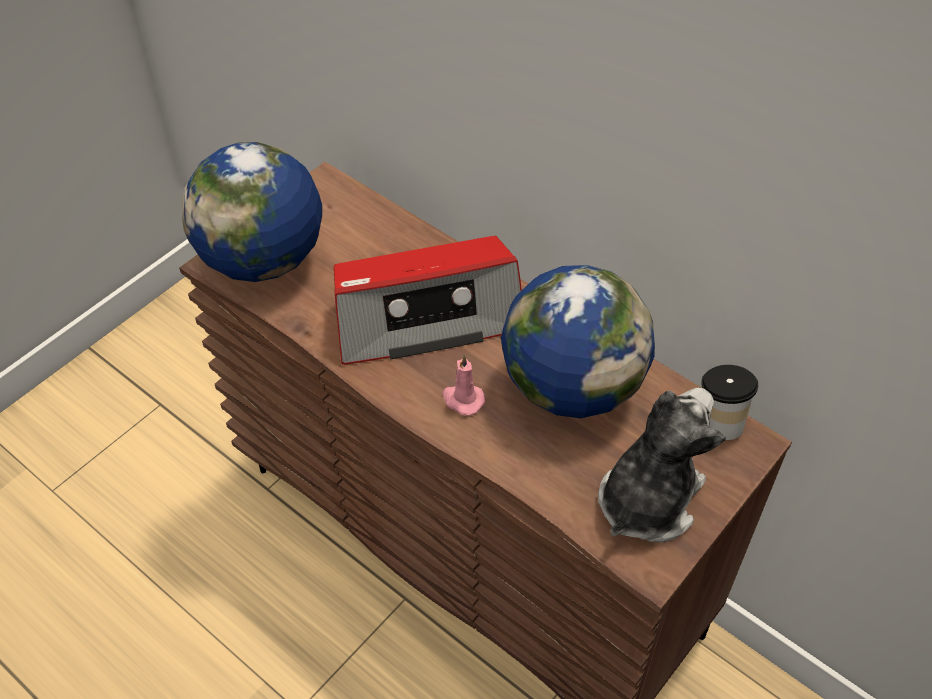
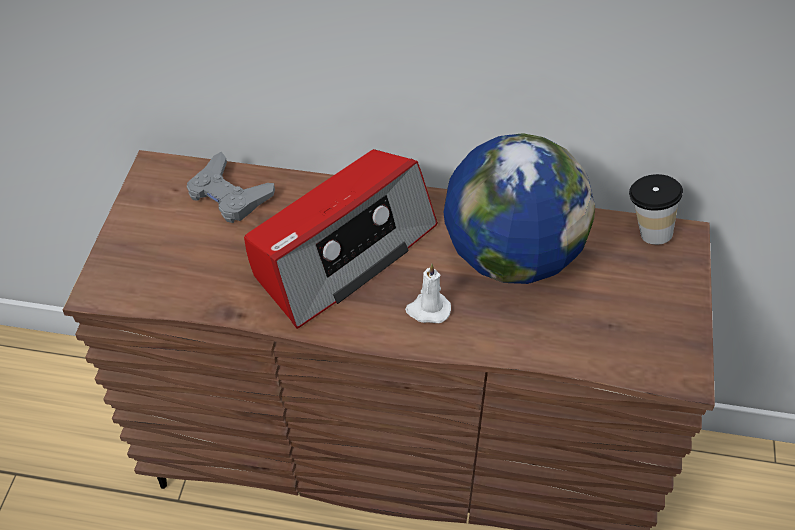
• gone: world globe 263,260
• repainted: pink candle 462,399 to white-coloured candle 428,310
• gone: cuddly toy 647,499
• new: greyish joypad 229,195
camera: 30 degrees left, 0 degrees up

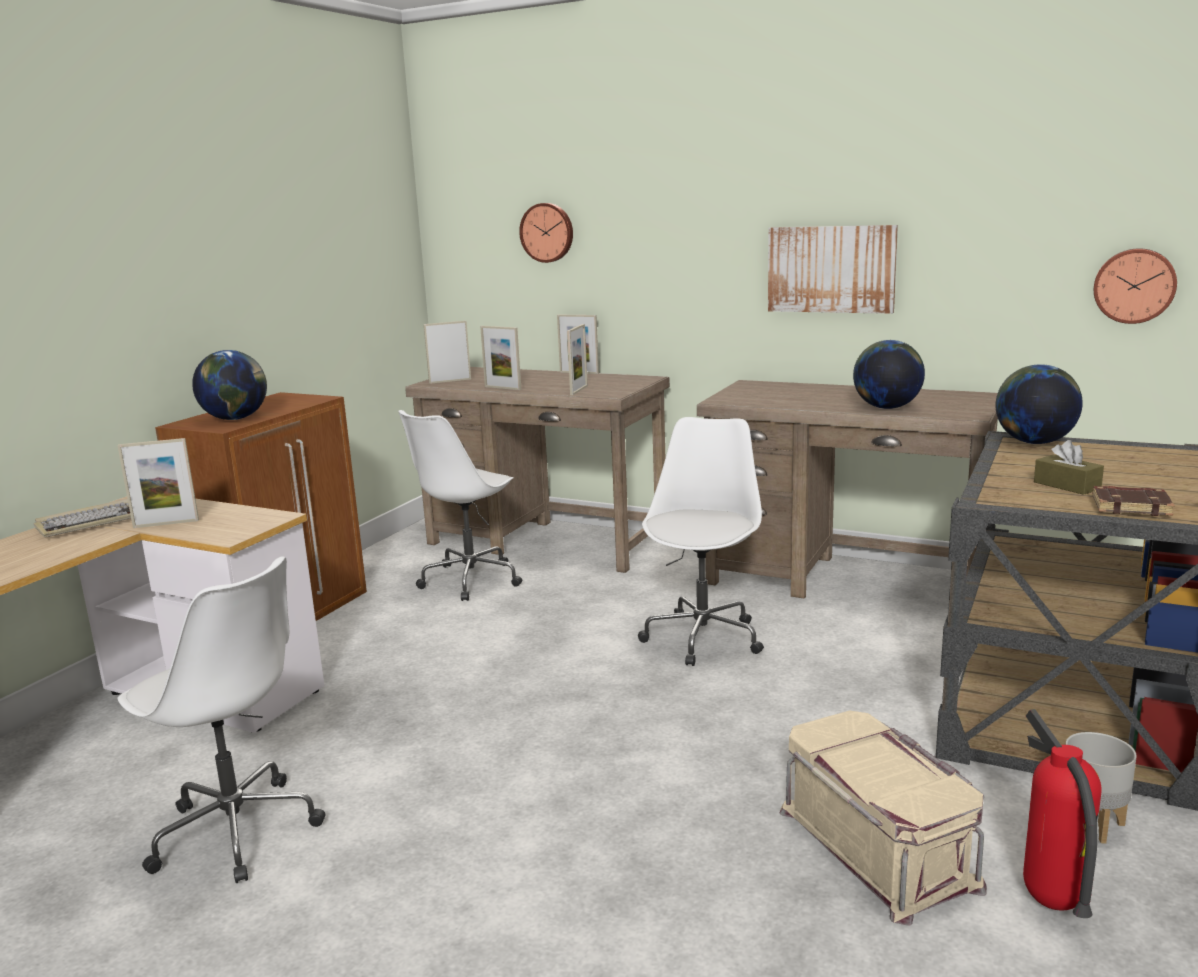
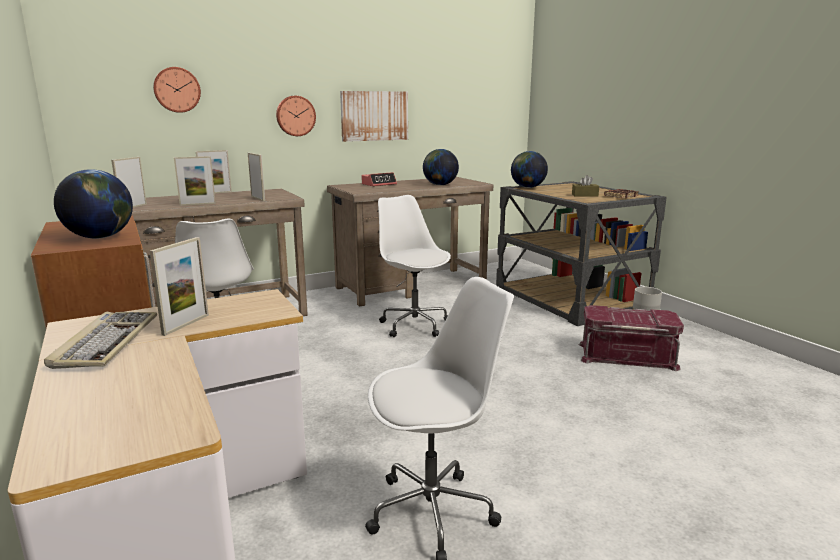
• repainted: beige storage container 879,846 to red-coloured storage container 627,355
• gone: extinguisher 1051,902
• shifted: hanging clock 1134,285 to 295,116
• new: bedside clock 379,184
camera: 55 degrees left, 0 degrees up

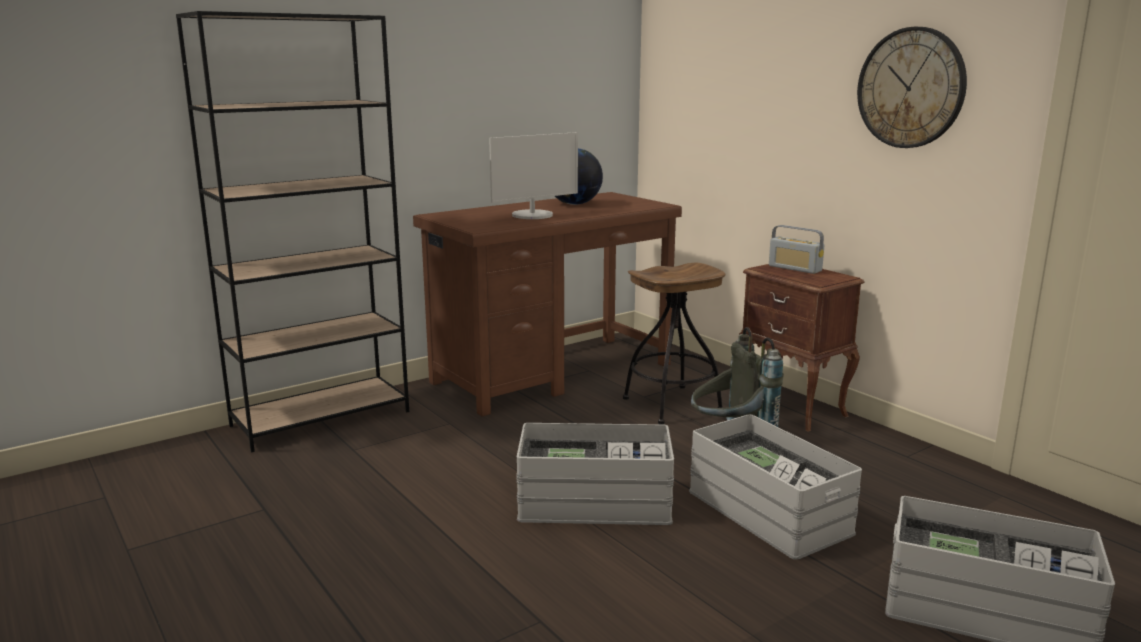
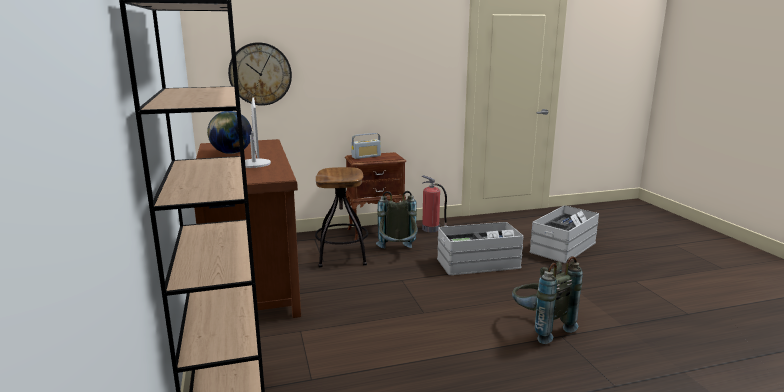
• gone: greyish storage container 595,501
• shifted: hanging clock 911,88 to 260,74
• new: extinguisher 431,229
• new: greyish rucksack 539,327
camera: 70 degrees left, 0 degrees up

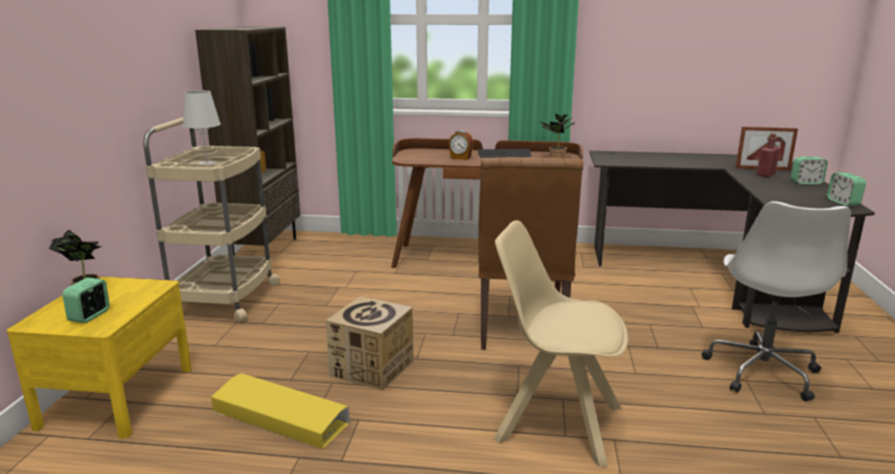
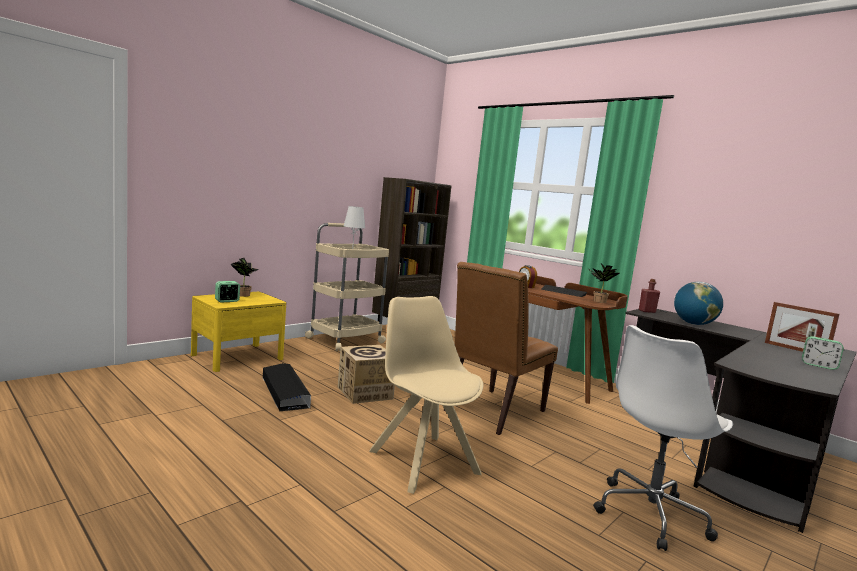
• repainted: yellow storage container 280,417 to blackish storage container 285,392
• shifted: red-coloured bottle 765,174 to 647,311
• gone: bedside clock 843,202
• new: world globe 693,324
camera: 35 degrees right, 10 degrees down

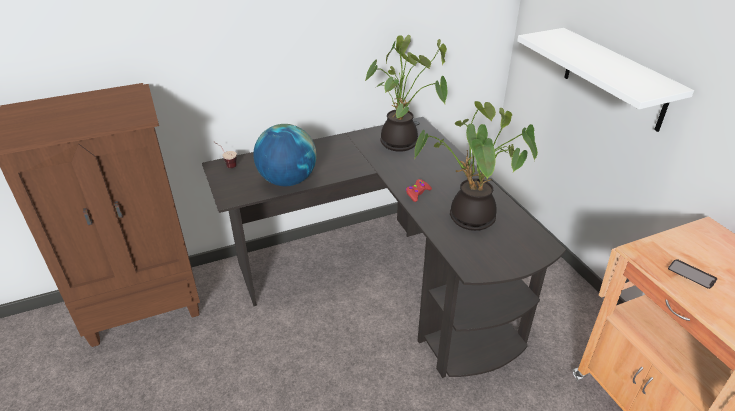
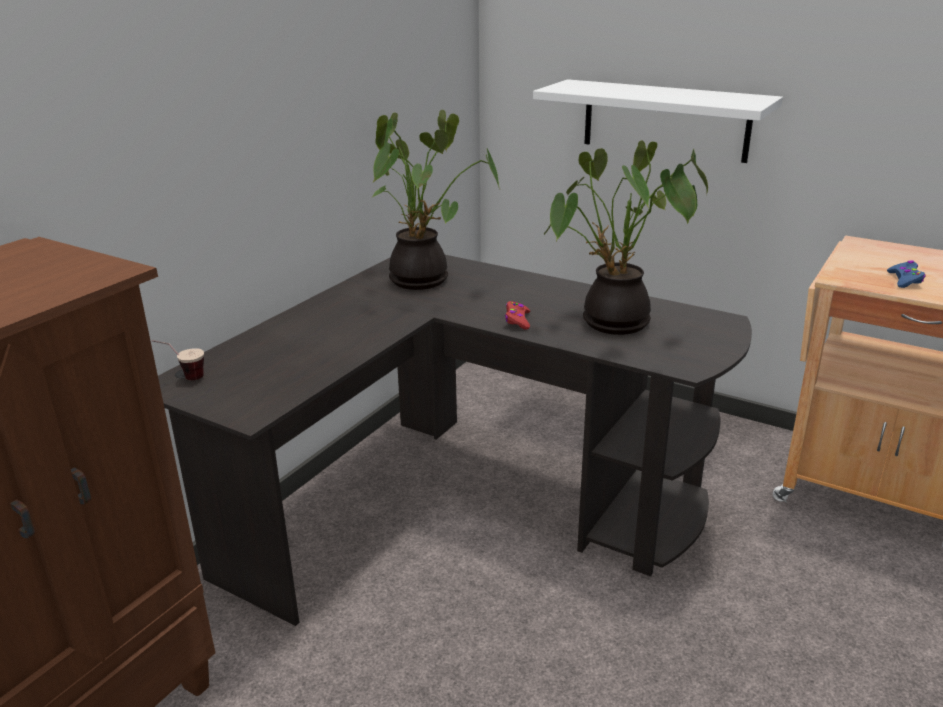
• gone: world globe 287,180
• swapped: telephone 691,275 to bluish joypad 905,280
camera: 35 degrees left, 10 degrees down

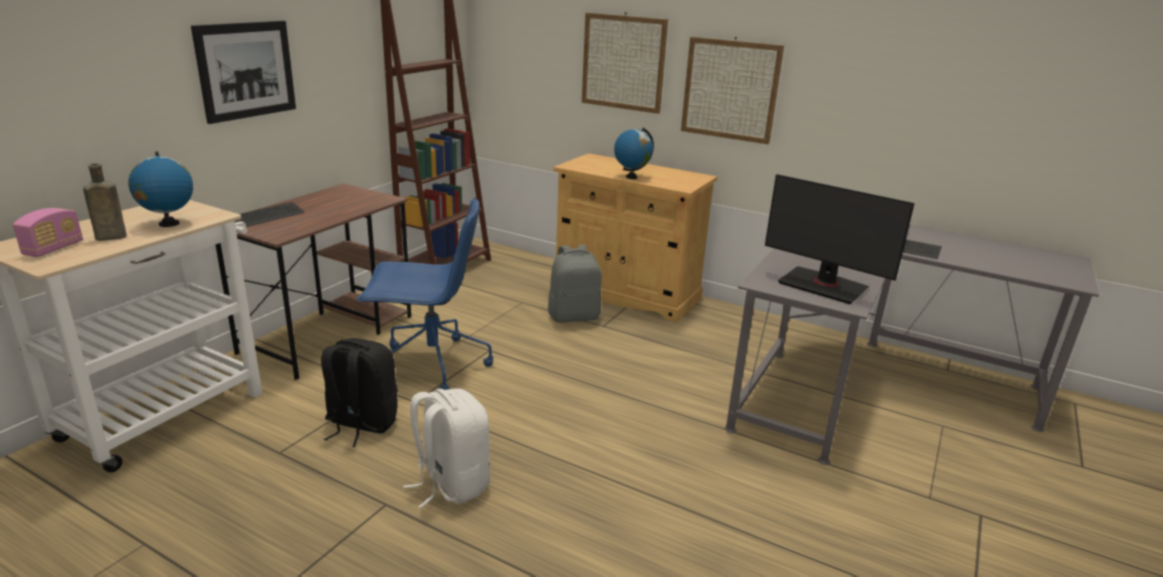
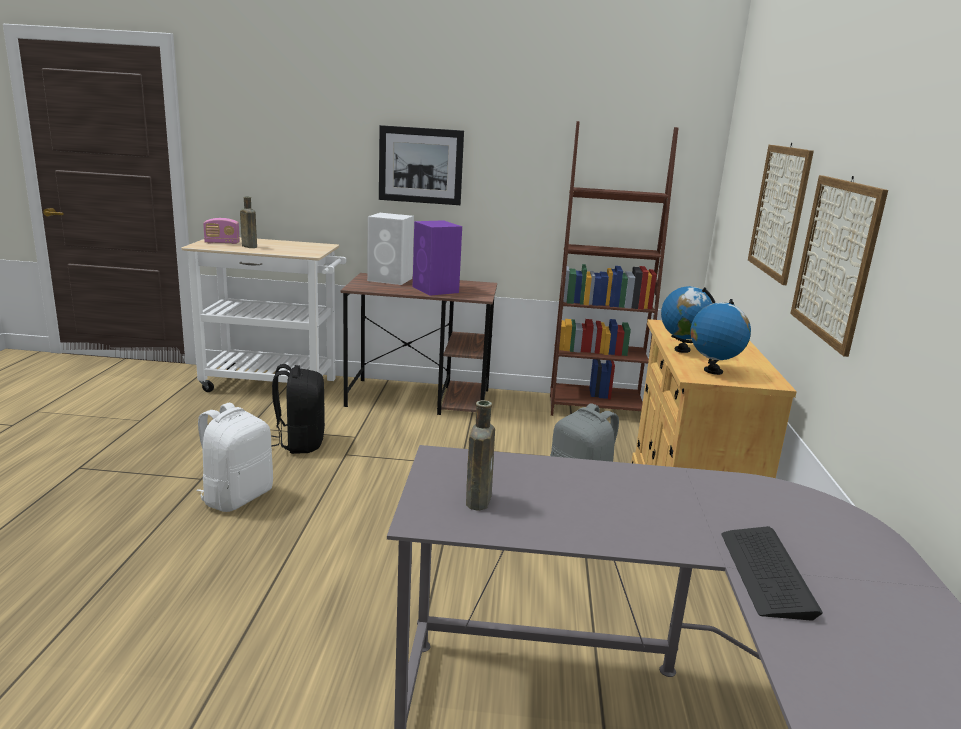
• shifted: world globe 169,224 to 713,371
• swapped: keyboard 267,216 to white-coloured speaker 391,279
• gone: bluish office chair 428,365
• swapped: computer display 823,285 to brown-coloured bottle 478,499
• new: purplish speaker 436,290
camera: 65 degrees right, 5 degrees down

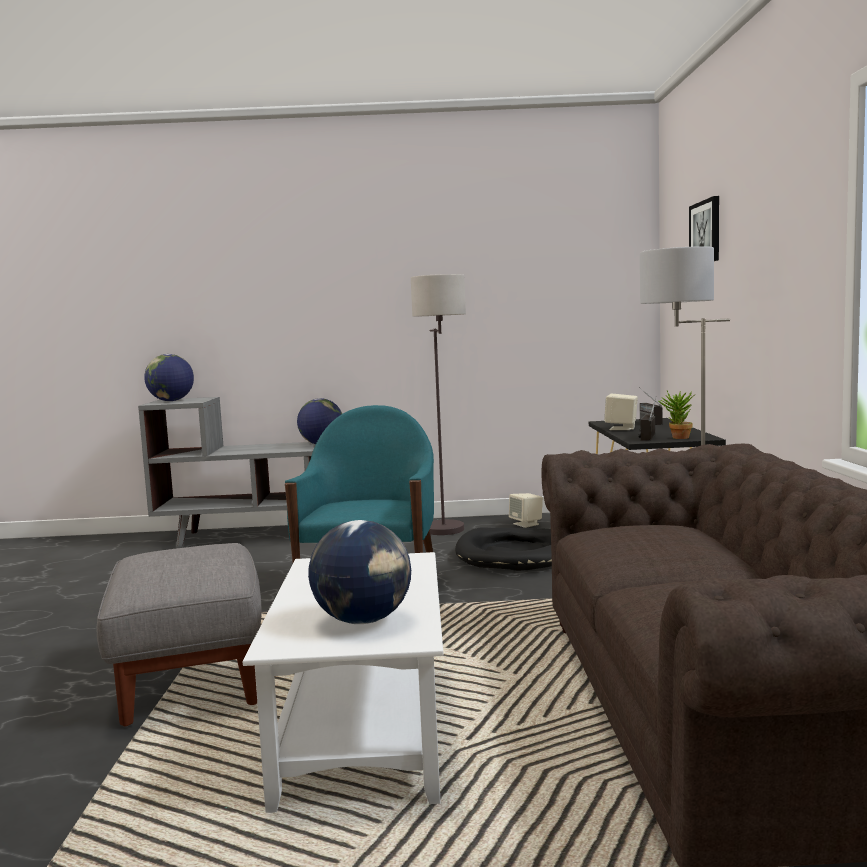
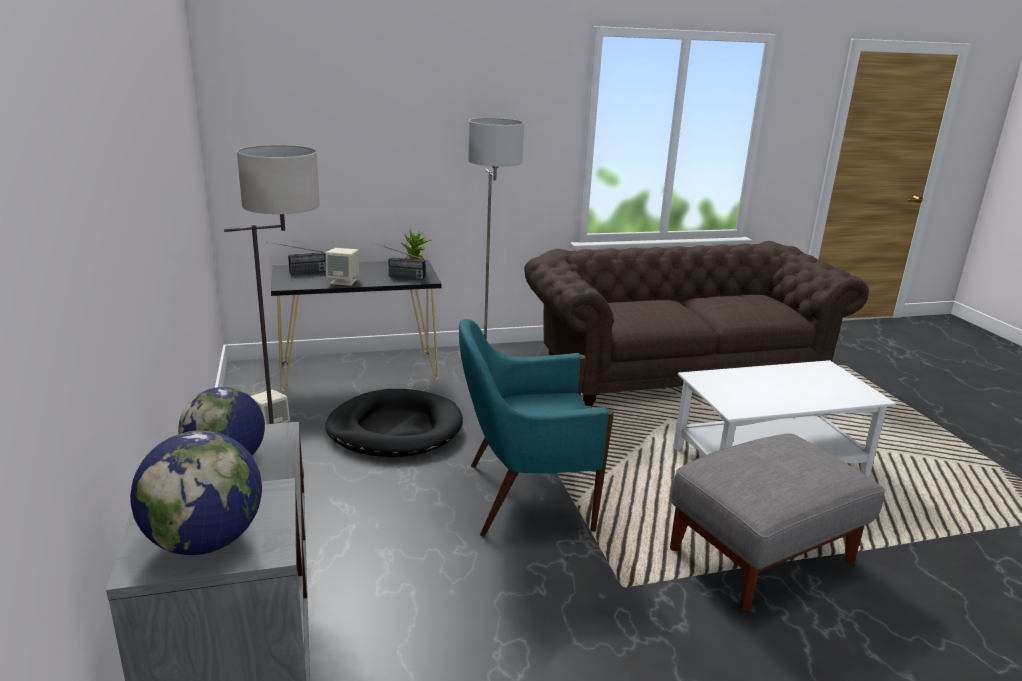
• gone: world globe 363,621
• gone: wall picture 706,232
camera: 105 degrees left, 15 degrees up

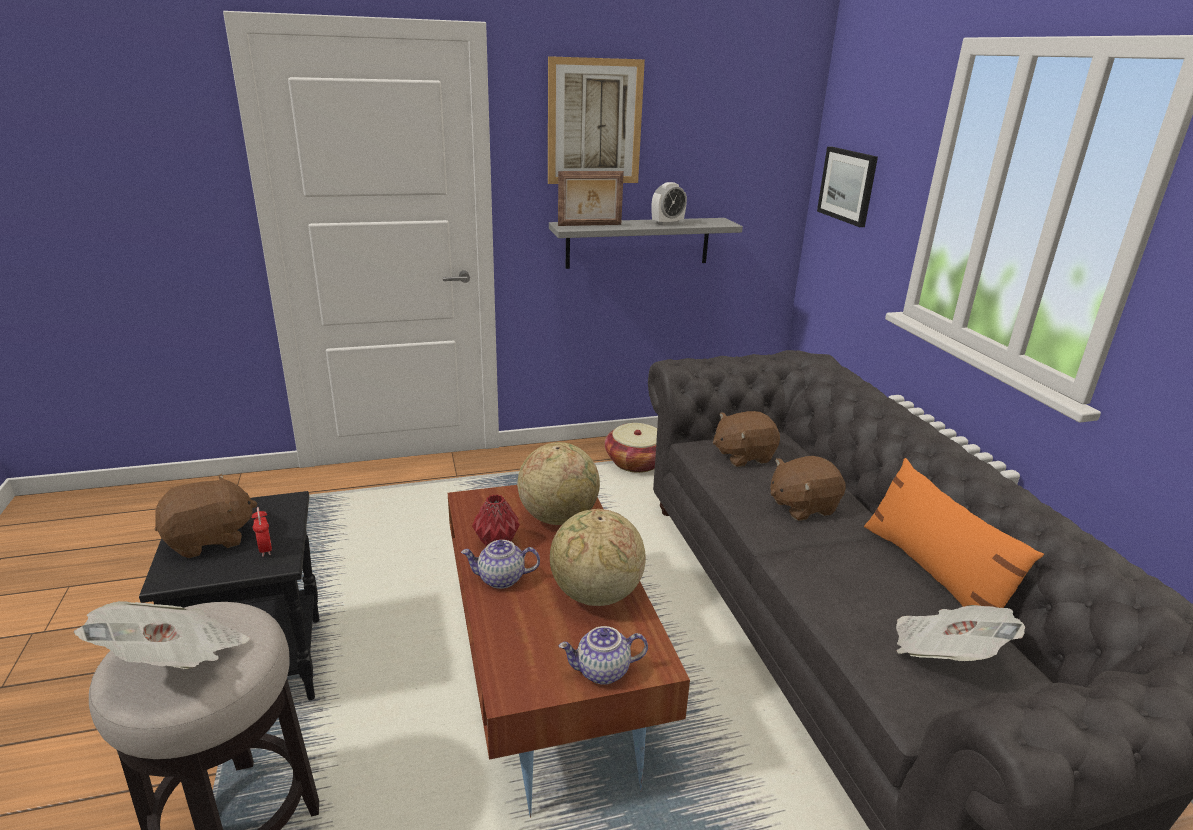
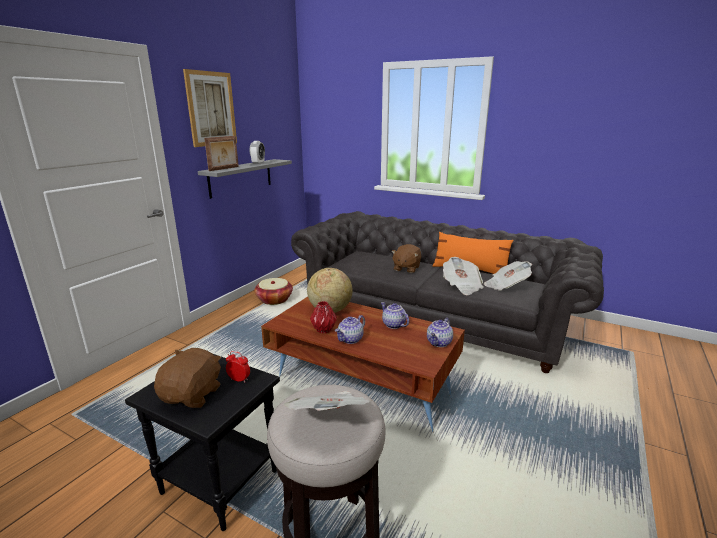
• swapped: world globe 595,594 to teapot 393,325
• gone: brown-coloured cuddly toy 743,455
• gone: wall picture 847,185
• new: daily paper 462,286
camera: 45 degrees left, 5 degrees down

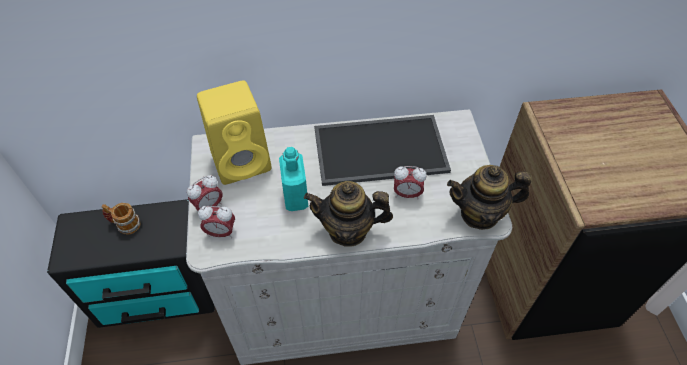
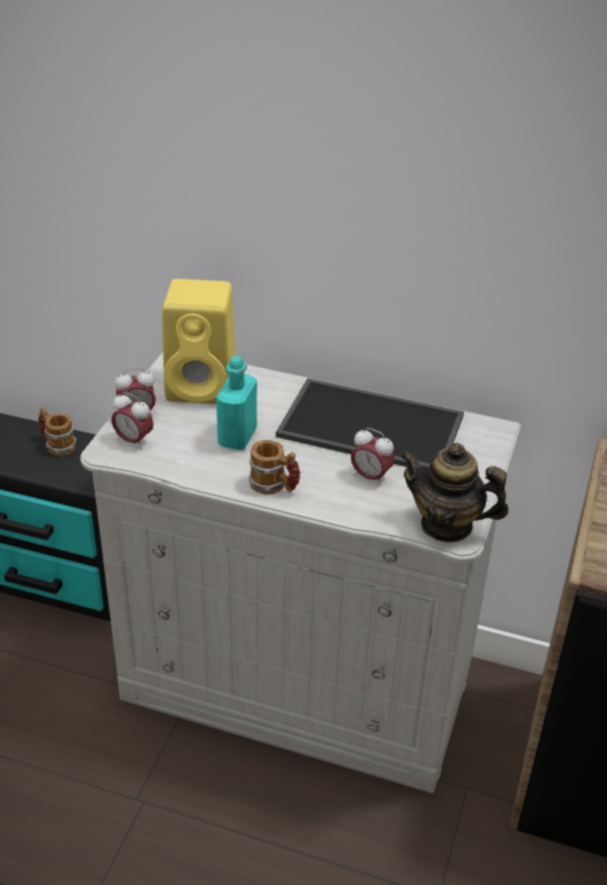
• swapped: teapot 348,230 to coffee mug 274,486
camera: 25 degrees right, 15 degrees down

